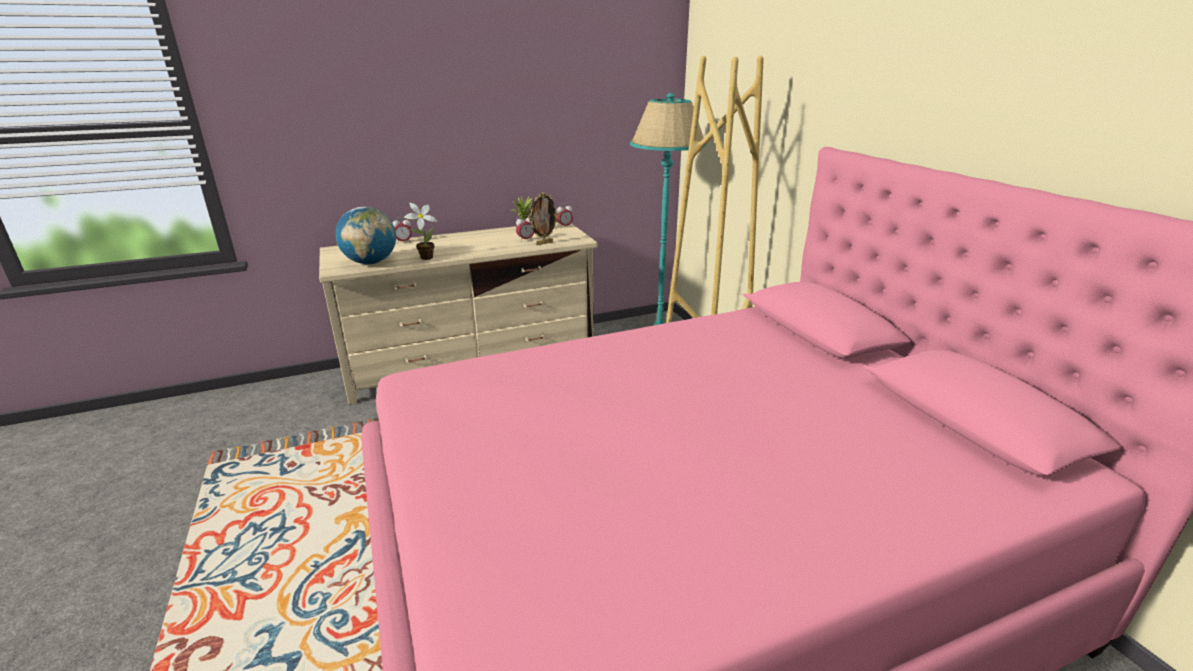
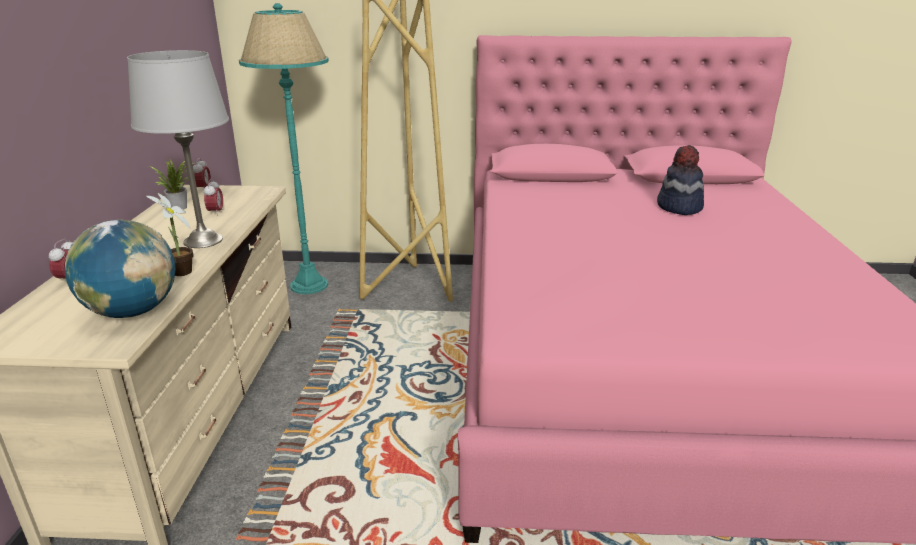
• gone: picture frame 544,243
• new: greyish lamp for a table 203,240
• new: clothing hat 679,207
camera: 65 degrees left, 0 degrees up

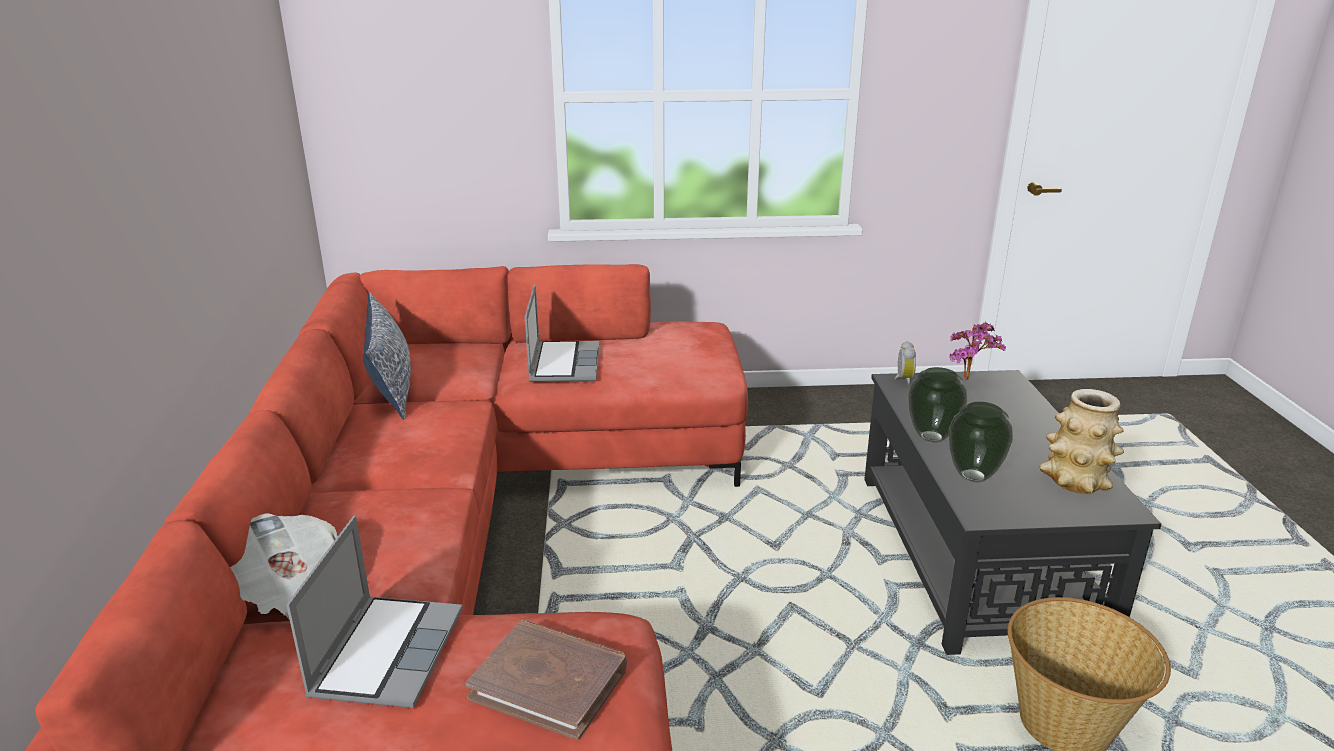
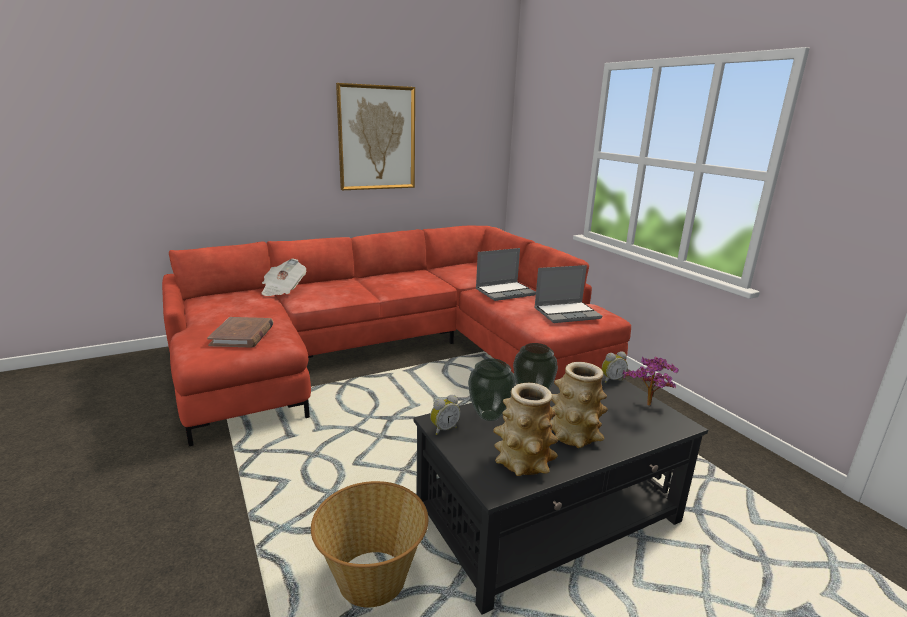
• shifted: portable computer 387,652 to 567,313
• gone: cushion 392,383
• new: wall picture 377,138
• new: bedside clock 443,429
• new: decorative vase 573,435
camera: 65 degrees right, 5 degrees down

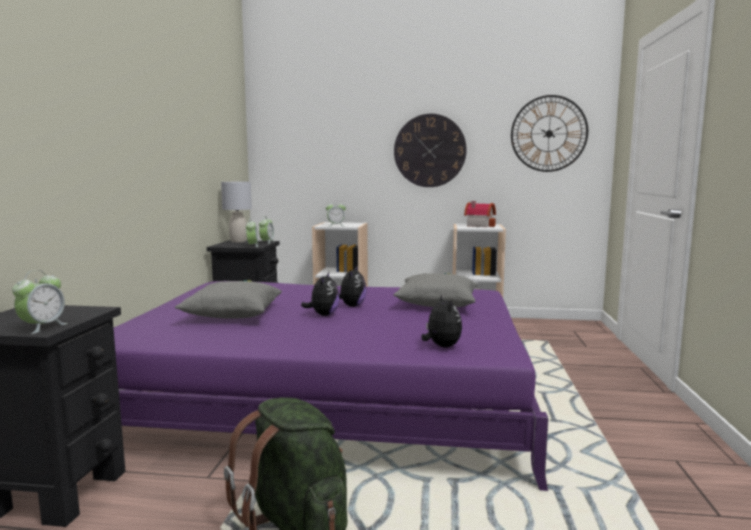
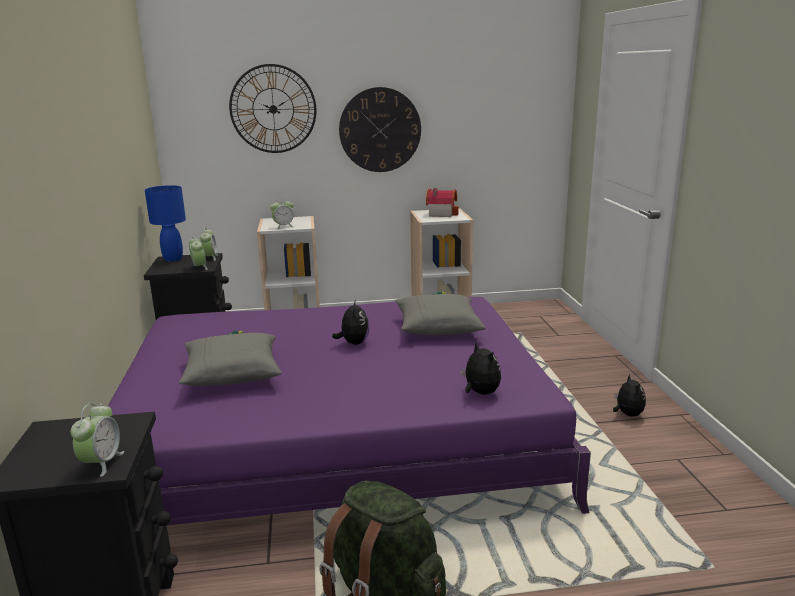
• repainted: greyish lamp for a table 238,241 to bluish lamp for a table 173,259
• shifted: cuddly toy 323,315 to 627,414
• shifted: hanging clock 549,133 to 273,109
camera: 15 degrees left, 10 degrees up

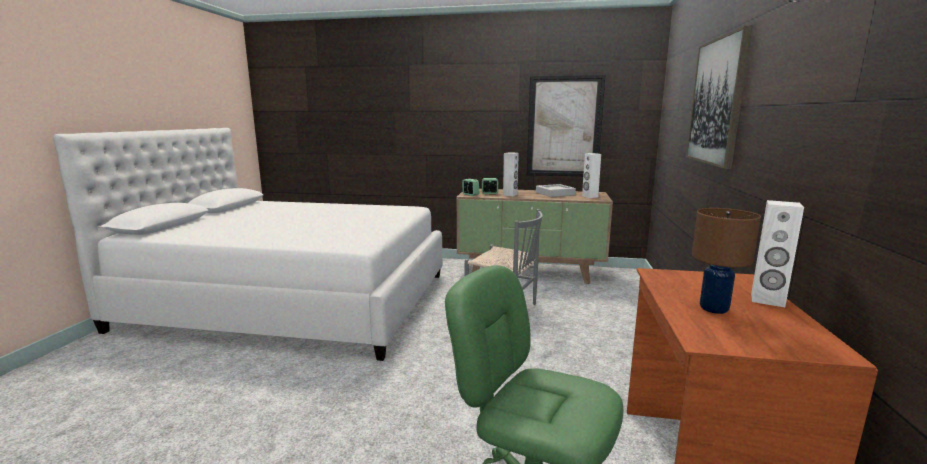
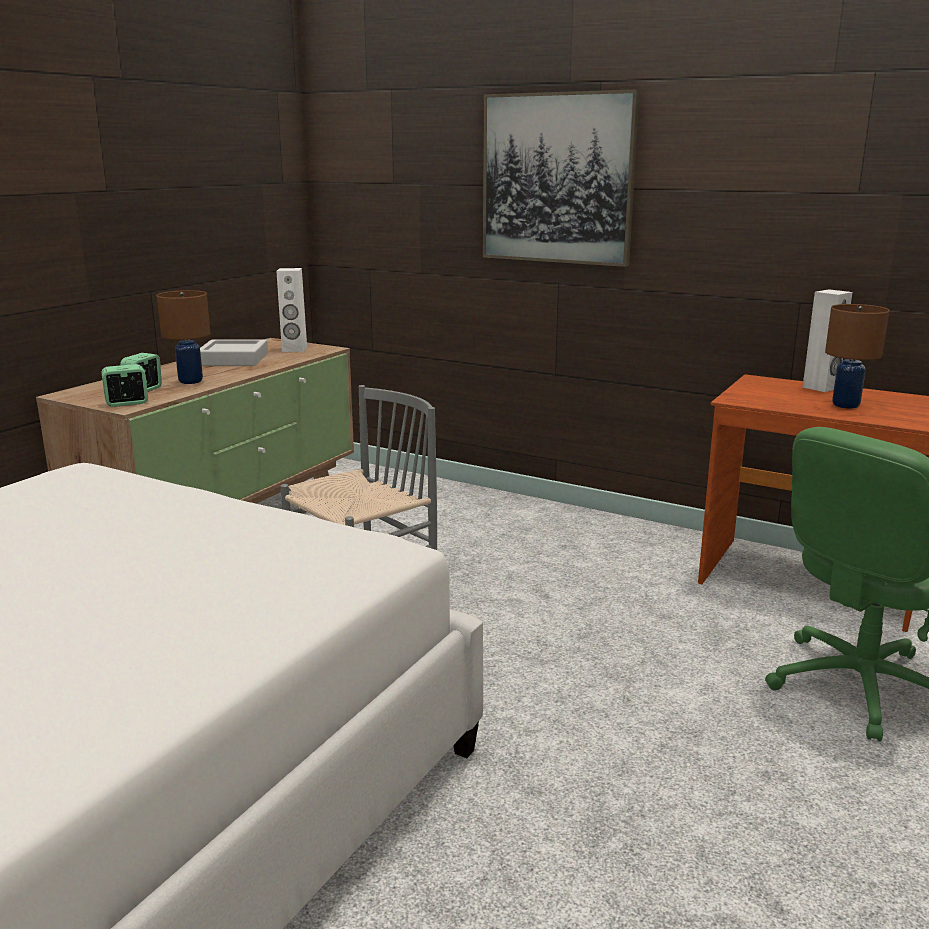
• swapped: white-coloured speaker 510,195 to brown-coloured lamp for a table 189,381
• gone: wall picture 564,127
camera: 70 degrees left, 5 degrees up

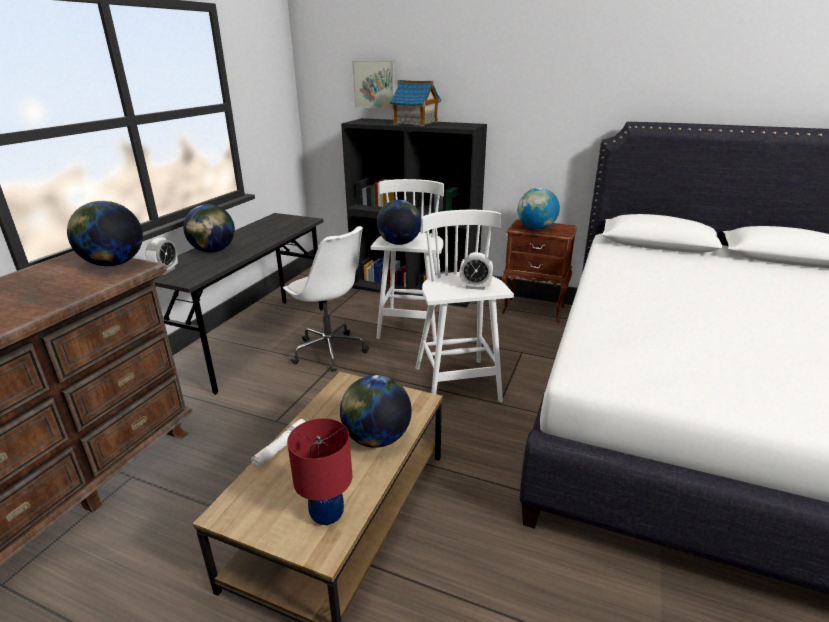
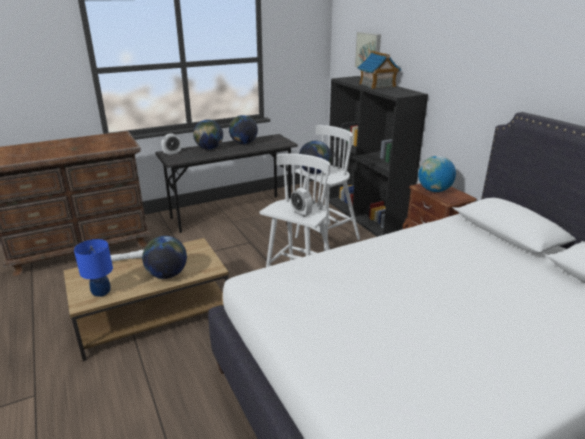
• shifted: world globe 114,264 to 243,143
• gone: white-coloured office chair 331,352
• repainted: red-coloured lamp for a table 326,516 to bluish lamp for a table 100,293
camera: 40 degrees right, 0 degrees up

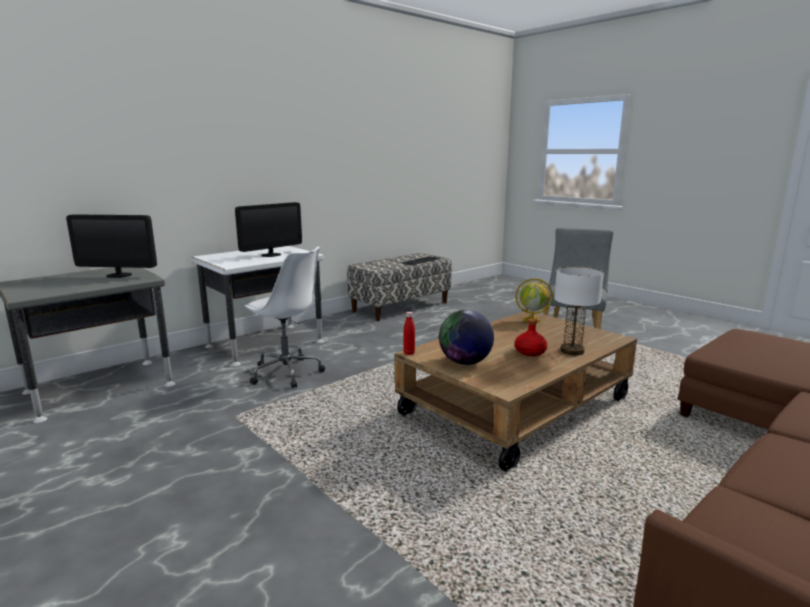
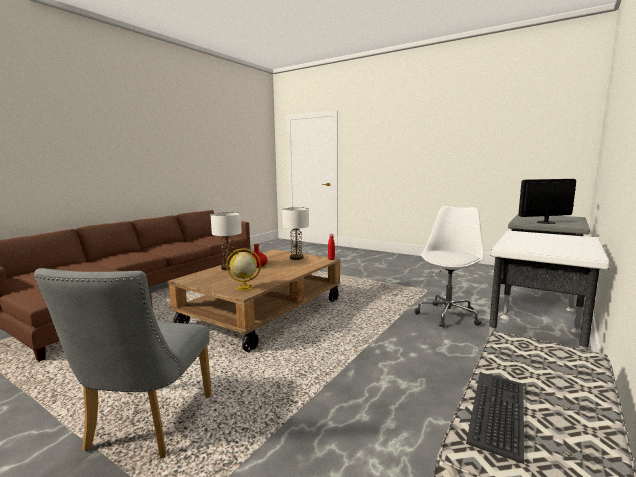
• gone: computer display 271,255
• rotated: white-coloured office chair 288,373 = 448,315 105 degrees clockwise
• swapped: world globe 465,362 to lamp for a table 296,258
camera: 165 degrees right, 5 degrees down

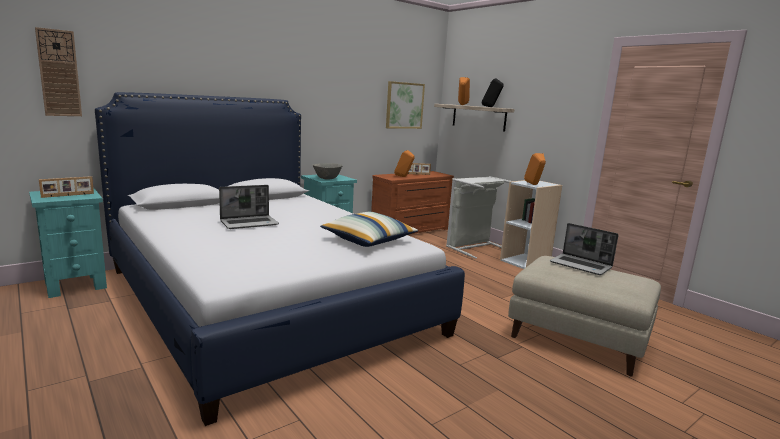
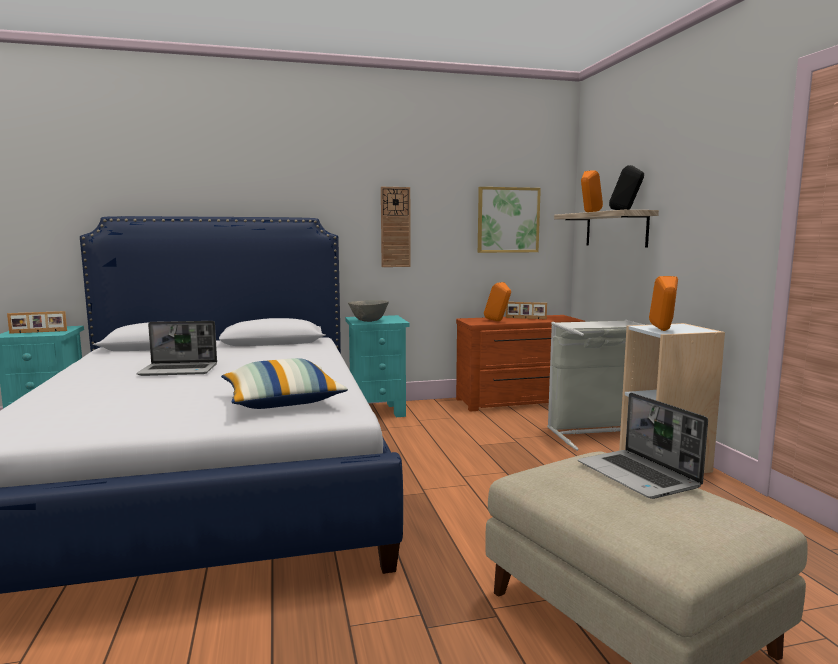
• shifted: hanging clock 59,73 to 395,227
camera: 25 degrees right, 5 degrees down

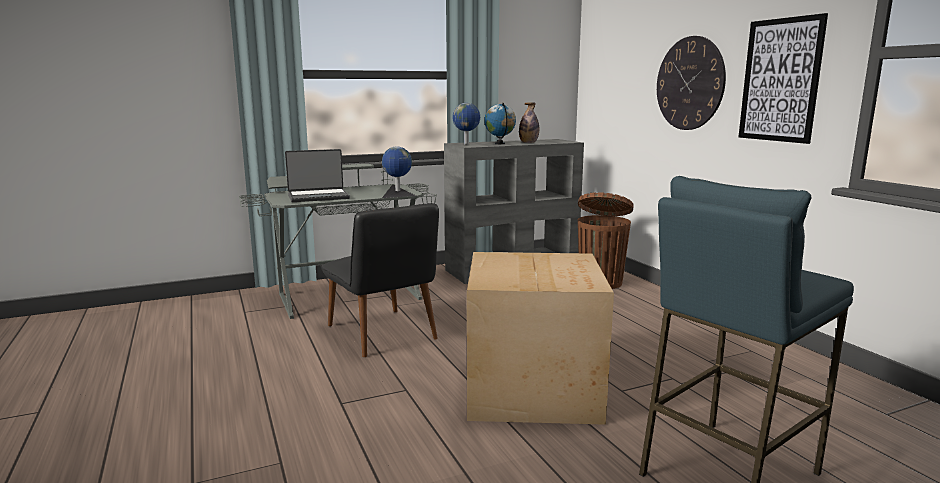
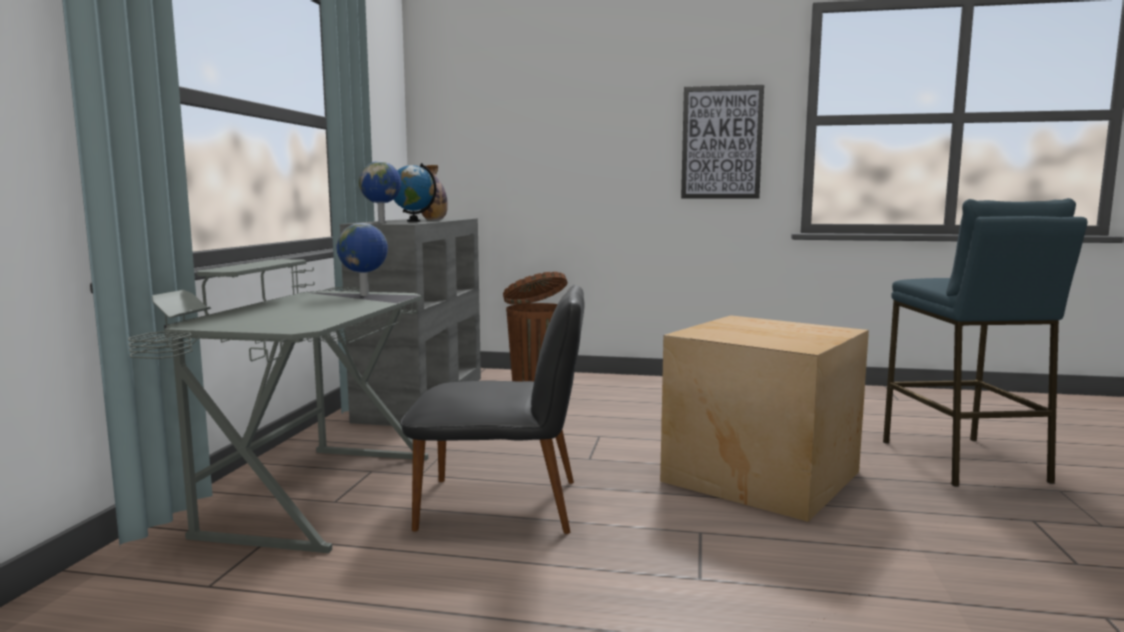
• gone: portable computer 318,197
• gone: hanging clock 690,83
camera: 55 degrees left, 5 degrees down

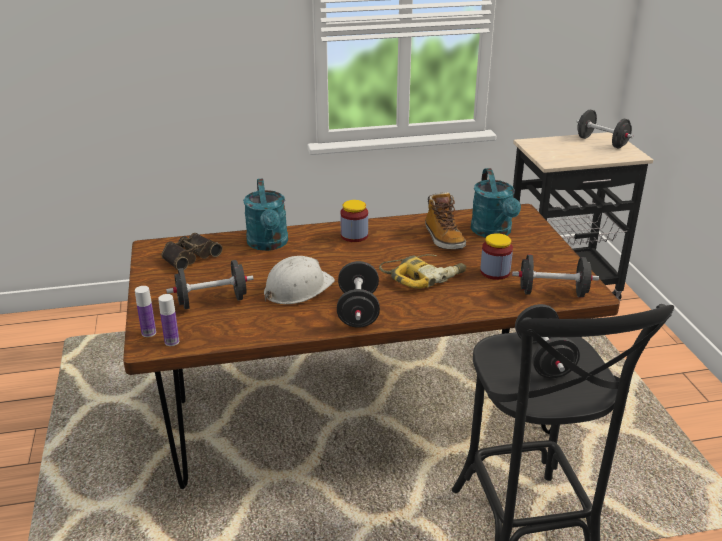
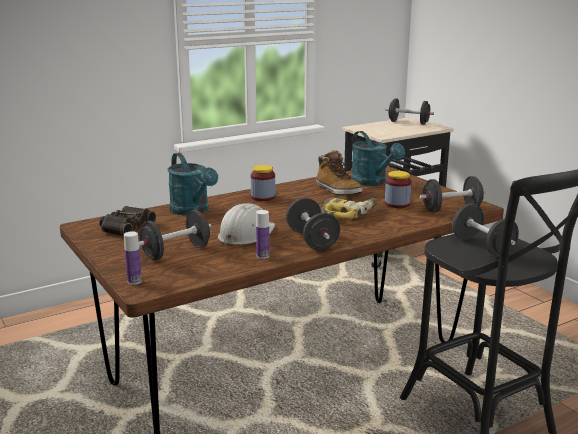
• shifted: bottle 172,342 to 263,256
camera: 20 degrees left, 10 degrees down

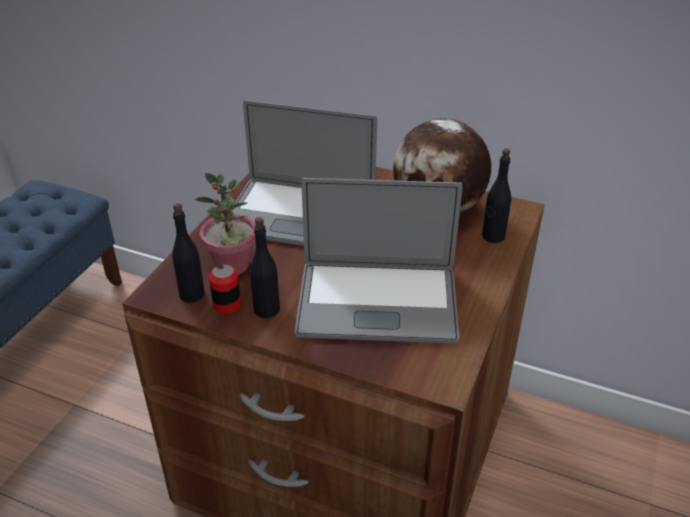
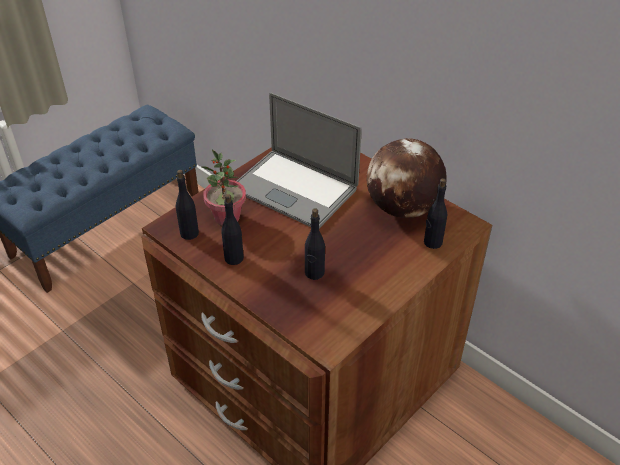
• gone: can 227,305
• swapped: portable computer 377,302 to blackish bottle 314,273
camera: 20 degrees right, 5 degrees up

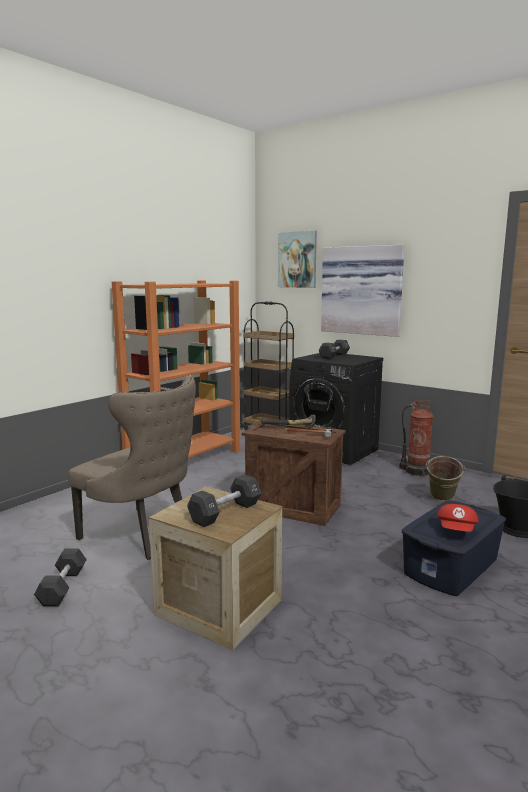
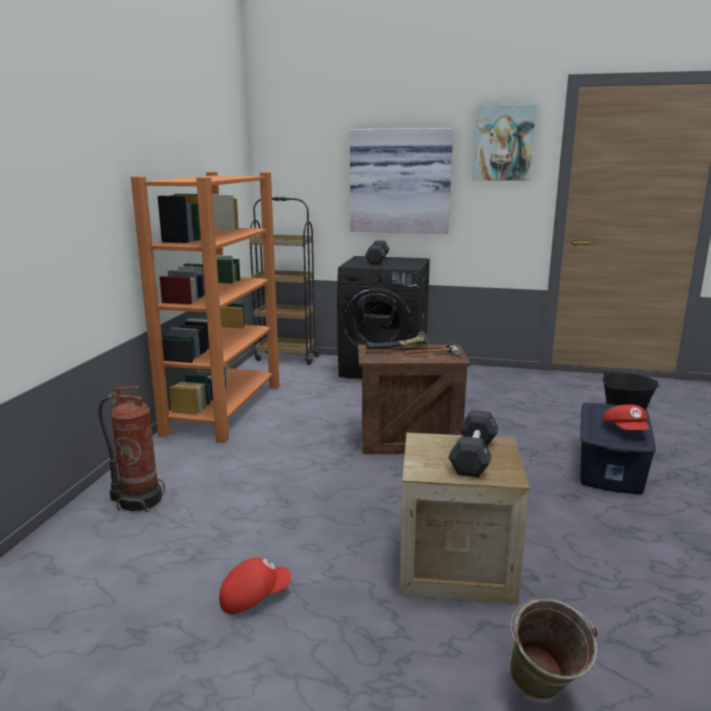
• swapped: blackish hand weight 62,587 to red-coloured baseball cap 254,597
• gone: beige plain chair 142,535
• shifted: wall picture 297,260 to 503,143
• shifted: extinguisher 416,471 to 139,500
• shifted: green-coloured bucket 441,500 to 543,696
camera: 25 degrees left, 5 degrees up

